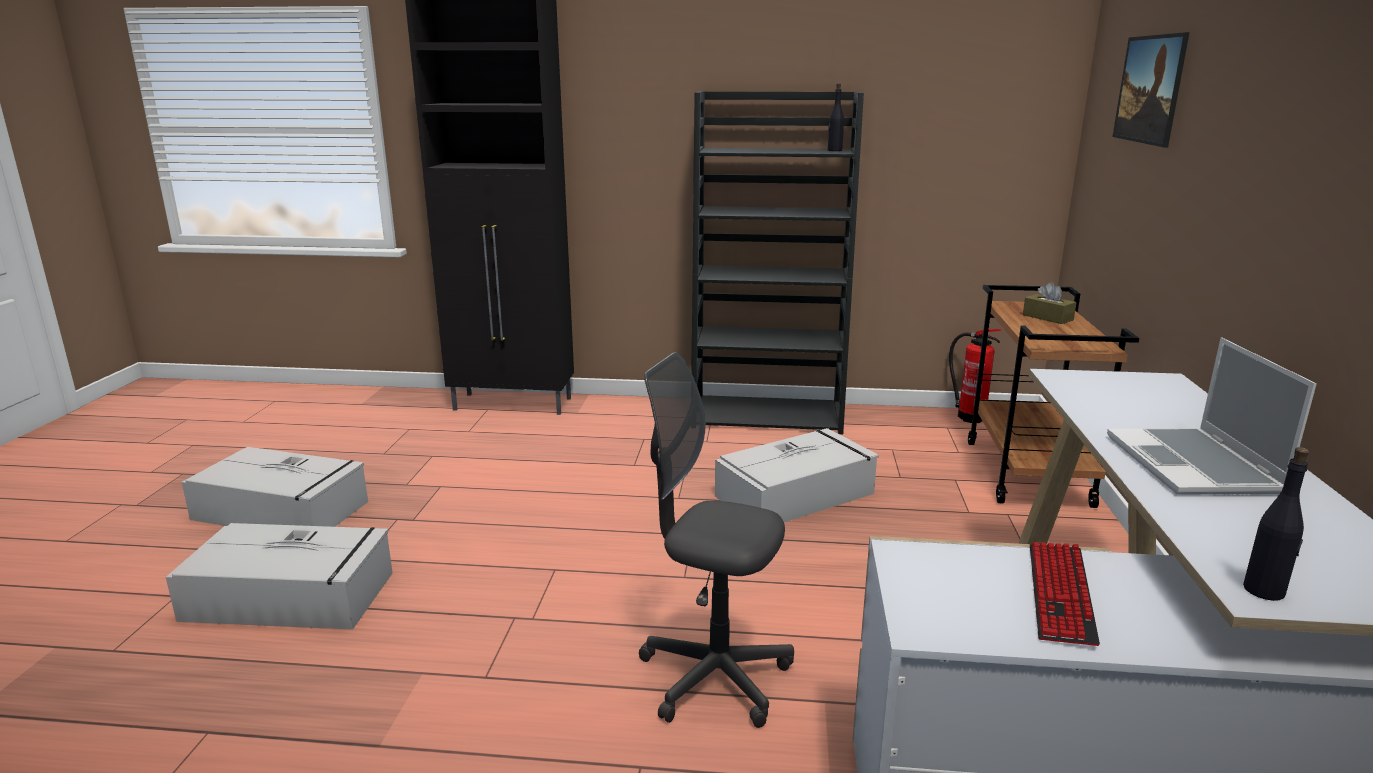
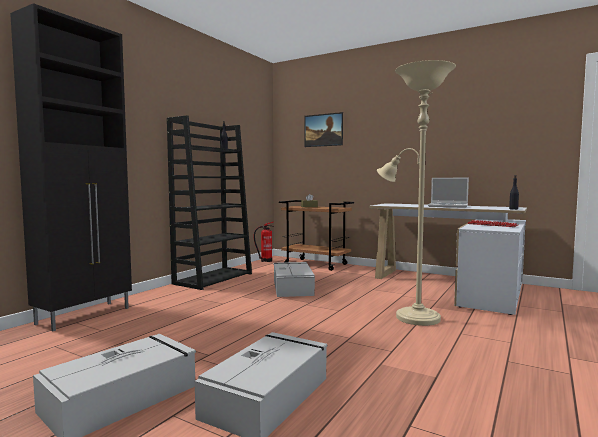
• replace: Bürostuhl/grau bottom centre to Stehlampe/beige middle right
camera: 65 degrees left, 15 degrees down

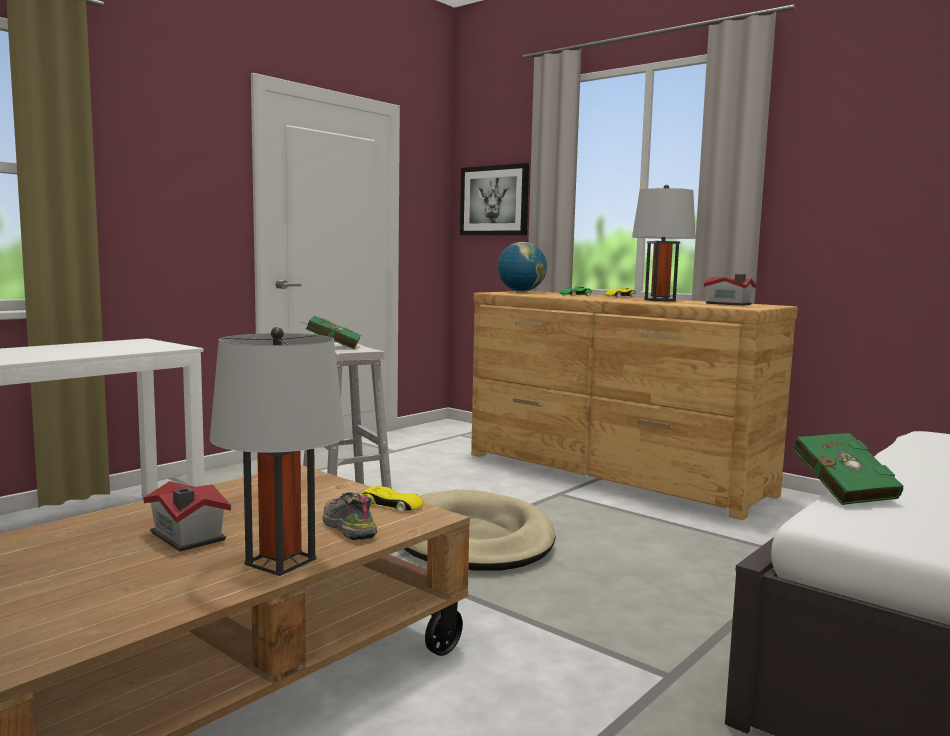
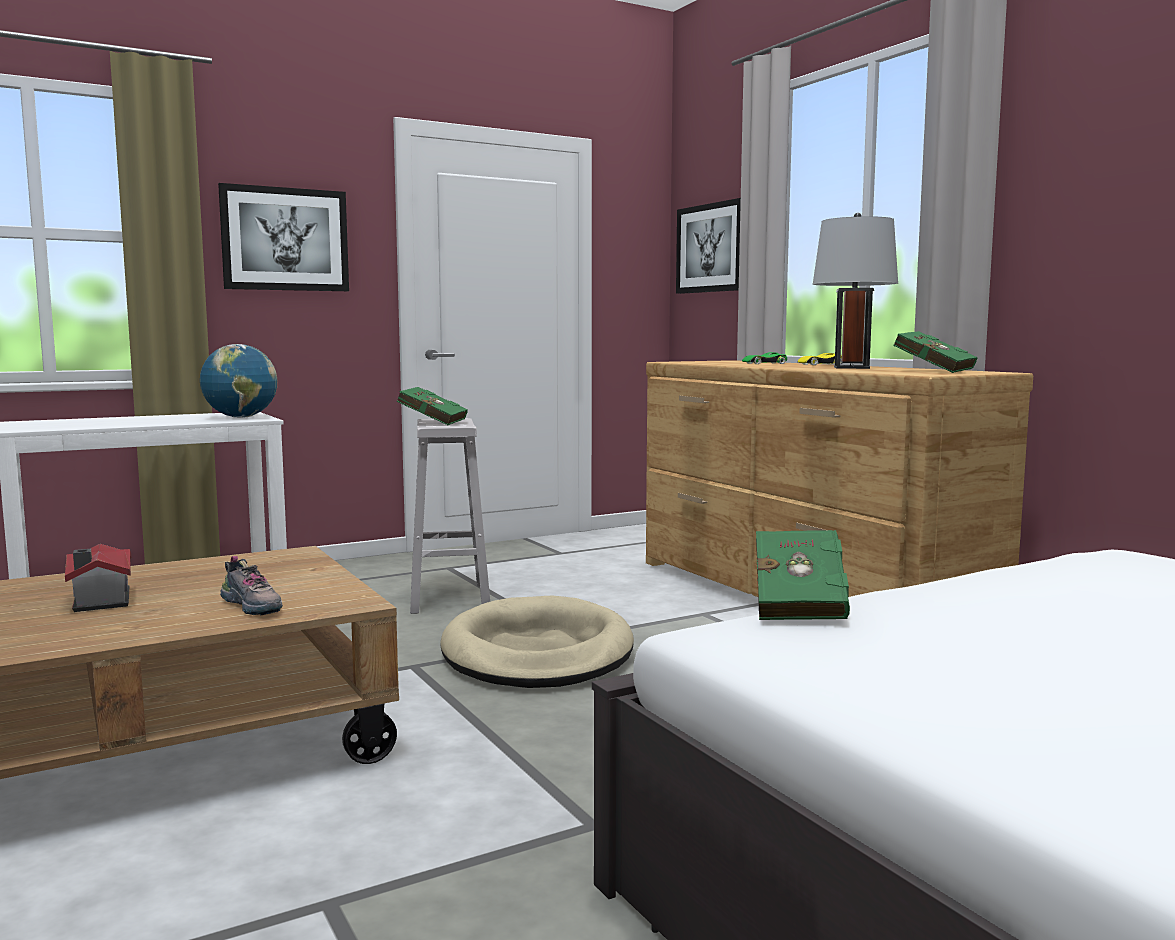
• delete: Tischlampe/grau (1st from left) middle left
• delete: Spielzeugauto/gelb (1st from left) bottom centre
• insert: Bild (1st from left) top left
• move: Globus centre to middle left
• replace: Spielzeughaus (2nd from left) middle right to Buch/grün (3rd from left) middle right
• rotate: Schuh bottom centre = middle left 150 degrees clockwise
camera: 20 degrees right, 0 degrees up

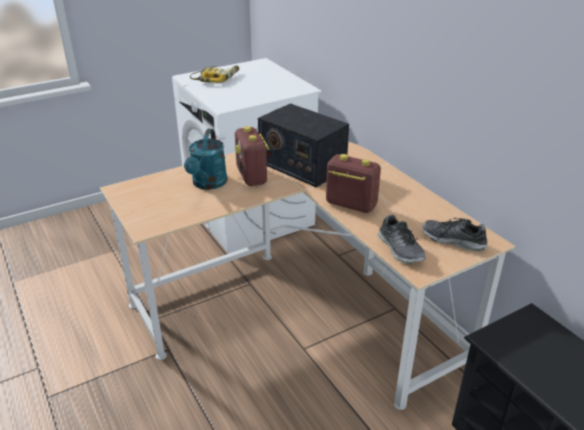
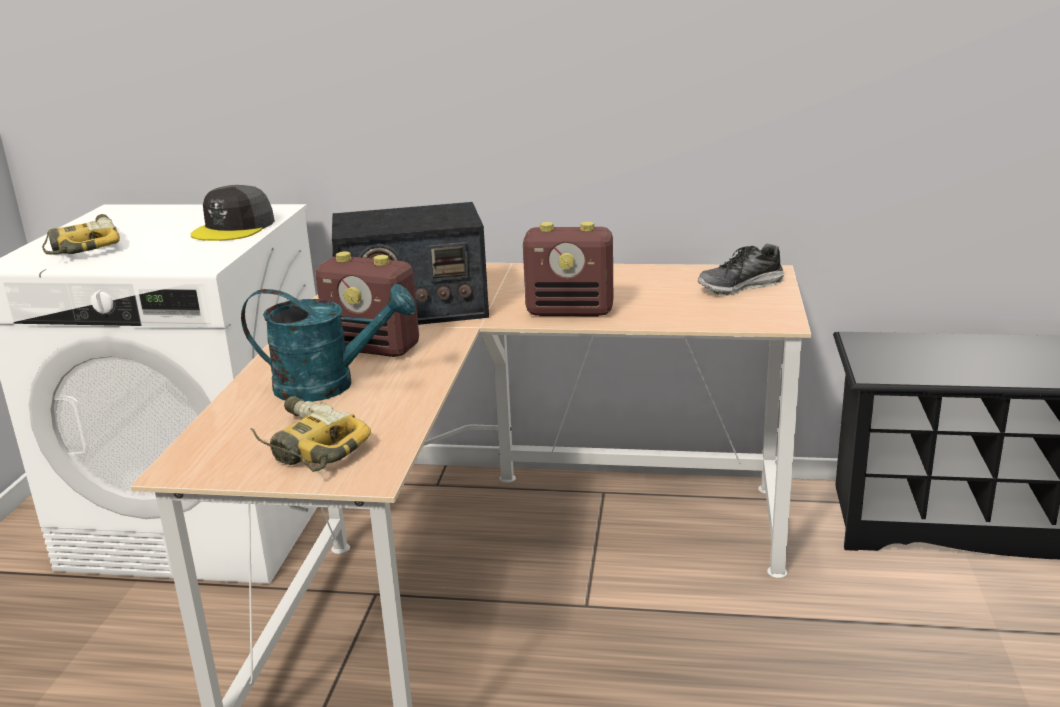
• delete: Schuh (1st from left) middle right
• insert: Kappe/grau top left
• insert: Bohrmaschine (2nd from left) middle left
• rotate: Gießkanne/türkis centre = middle left 45 degrees counterclockwise
• rotate: Radio (3rd from left) centre = centre 150 degrees counterclockwise
camera: 50 degrees left, 10 degrees down

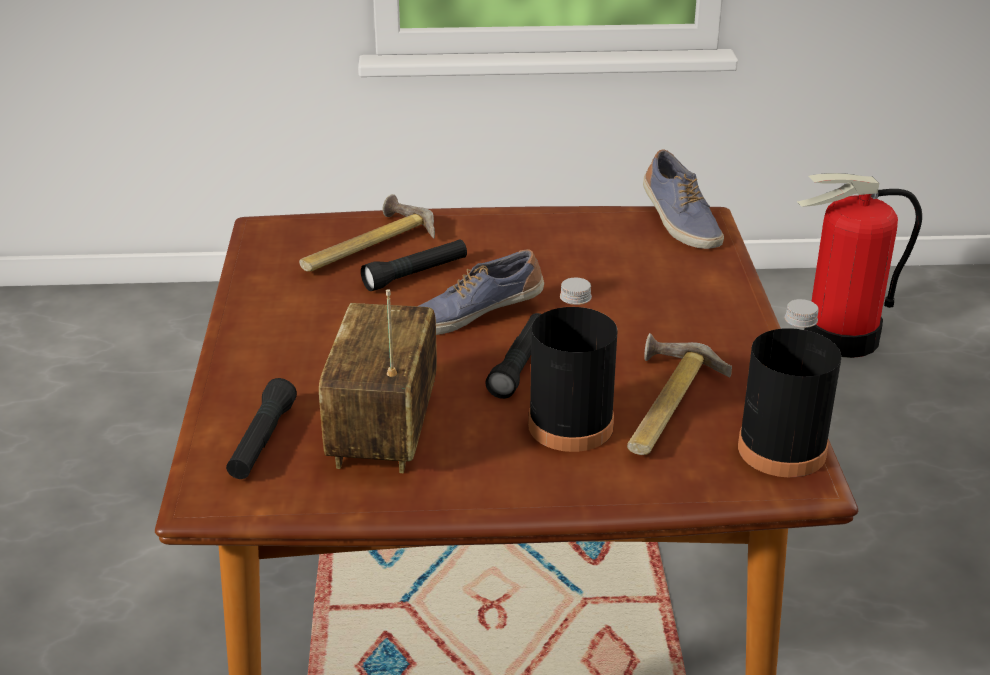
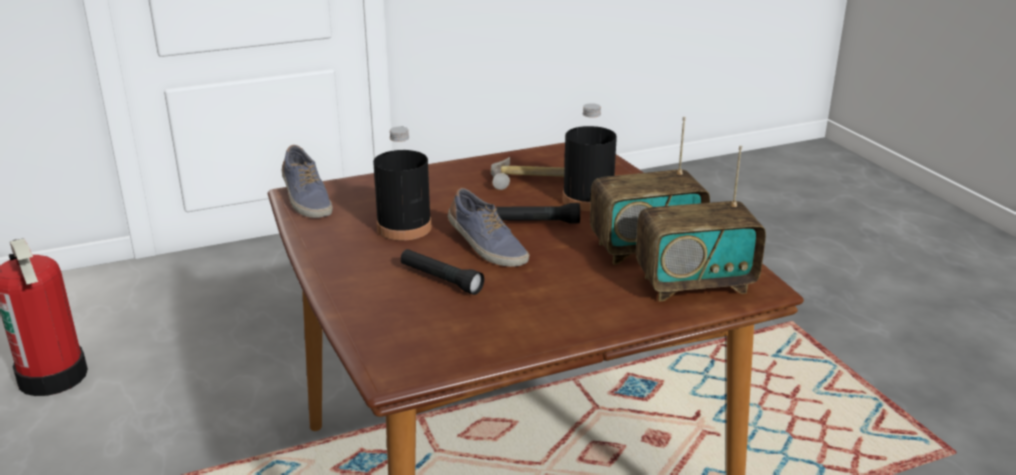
• delete: Hammer (1st from left) centre
• move: Flasche/schwarz (2nd from left in the first image) middle right to Flasche/schwarz (1st from left) centre
• replace: Taschenlampe/schwarz (1st from left) middle left to Radio (2nd from left) middle right
• rotate: Schuh (2nd from left in the first image) top right = middle left 105 degrees clockwise
camera: 110 degrees left, 5 degrees down

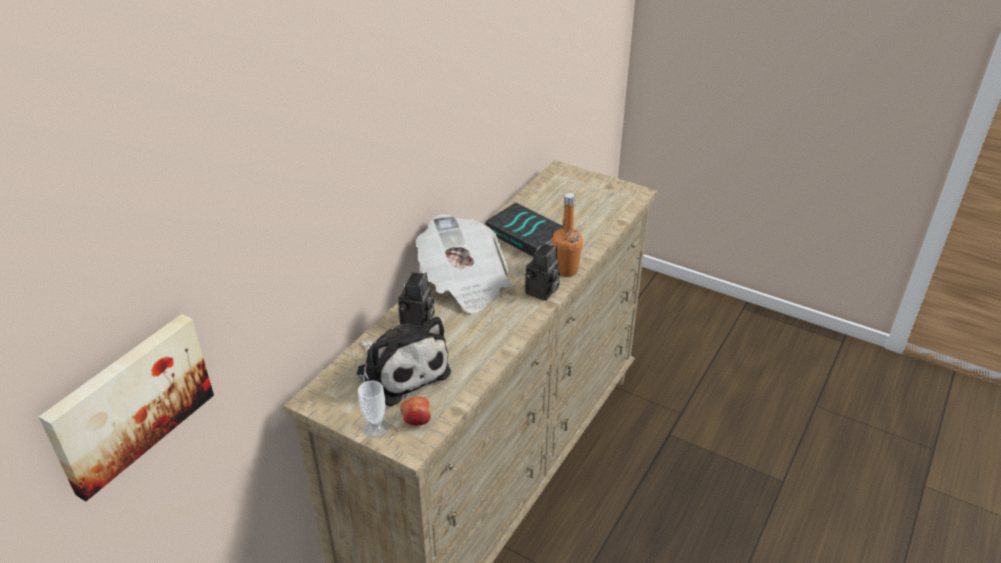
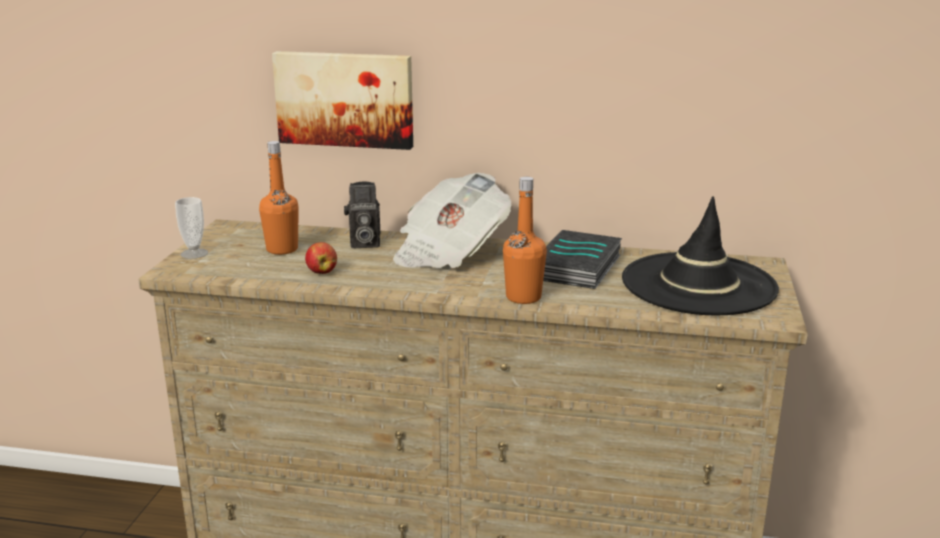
• delete: Kamera (2nd from left) centre
• insert: Hut/schwarz middle right
• move: Bild bottom left to top centre
• move: Apfel bottom centre to centre
• replace: Plüschtier centre to Flasche/orange (1st from left) middle left
camera: 70 degrees right, 15 degrees down

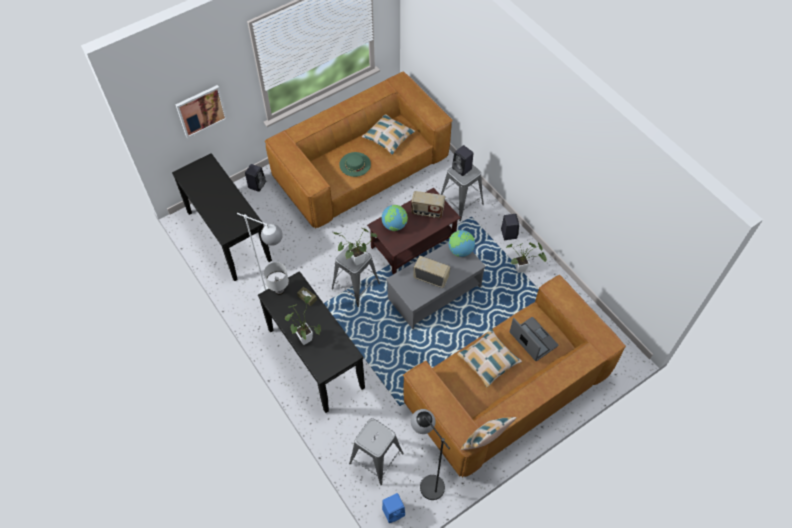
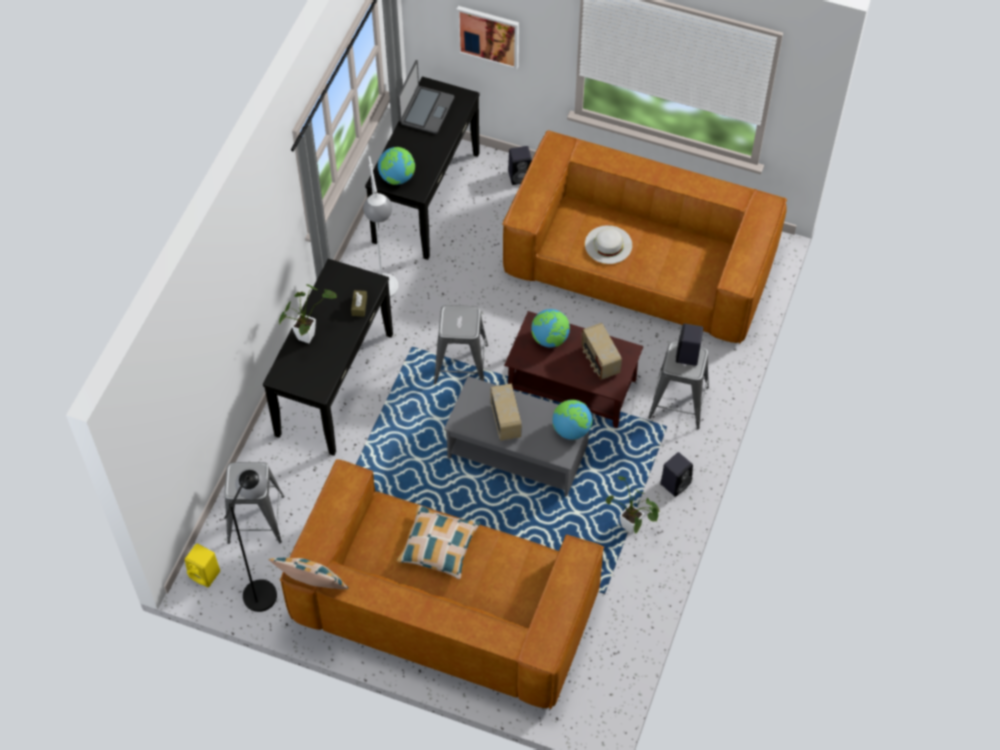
• delete: Tischlampe/weiß centre
• delete: Topfpflanze (2nd from left) centre
• delete: Kissen (1st from left) top centre
• insert: Globus (1st from left) top centre
• move: Laptop middle right to top centre
• recolor: Hut/grün top centre to Hut/weiß top centre
• recolor: Lautsprecher/blau bottom centre to Lautsprecher/gelb bottom left
camera: 55 degrees right, 0 degrees up

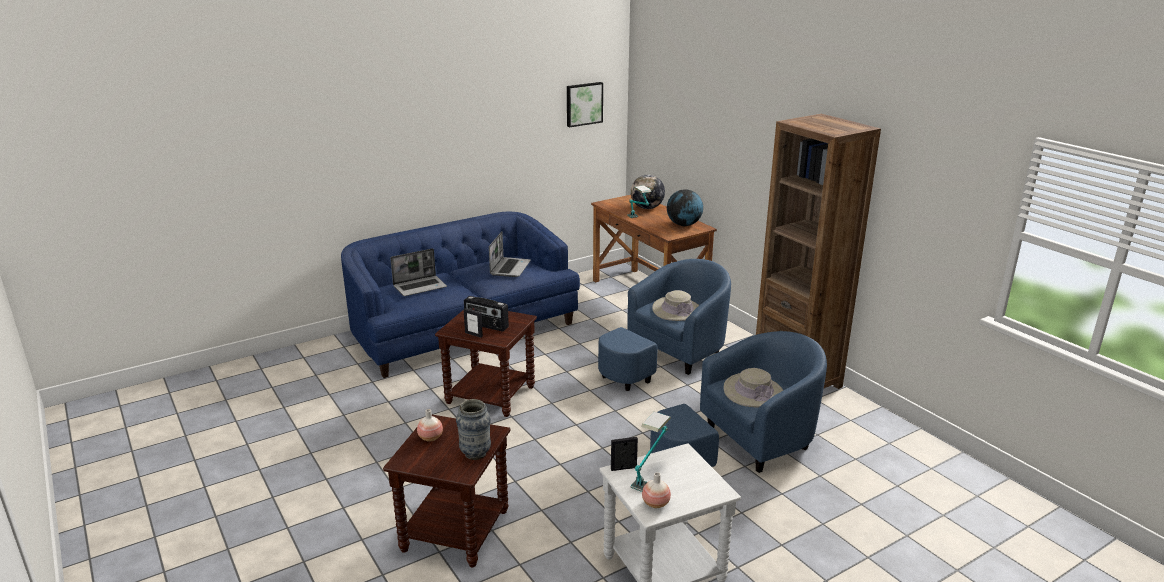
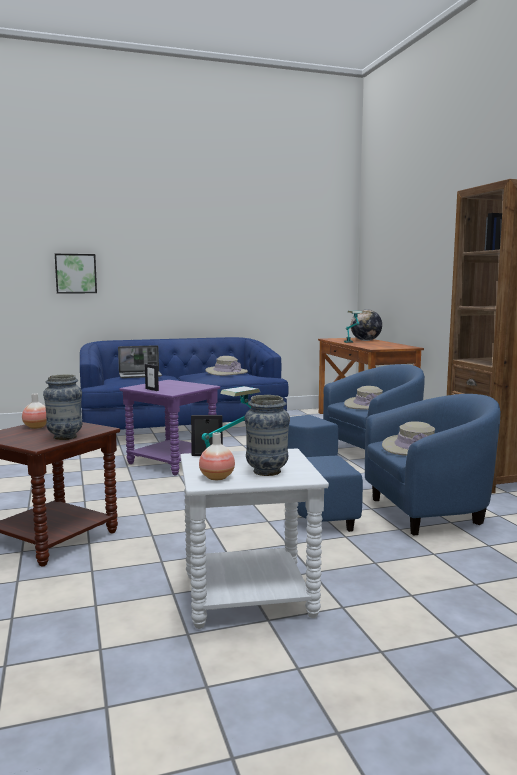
• delete: Radio centre
• delete: Globus (2nd from left) centre
• insert: Vase (4th from left) centre
• move: Bild top centre to middle left
• replace: Laptop (2nd from left) centre to Hut/beige (1st from left) centre
• recolor: Beistelltisch/braun (2nd from left) centre to Beistelltisch/lila middle left
camera: 15 degrees right, 15 degrees down

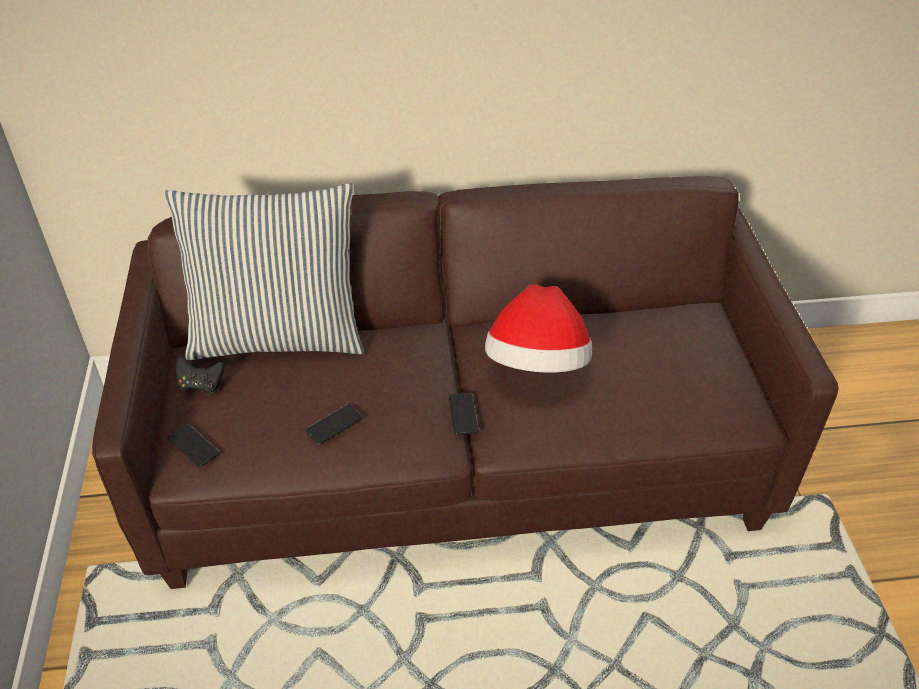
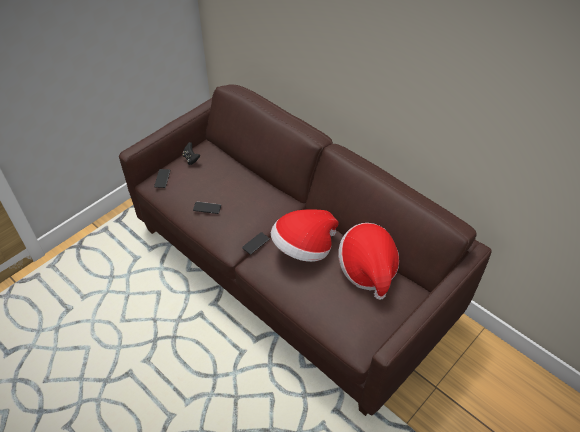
• delete: Kissen middle left
• insert: Hut (2nd from left) centre
camera: 50 degrees right, 5 degrees up

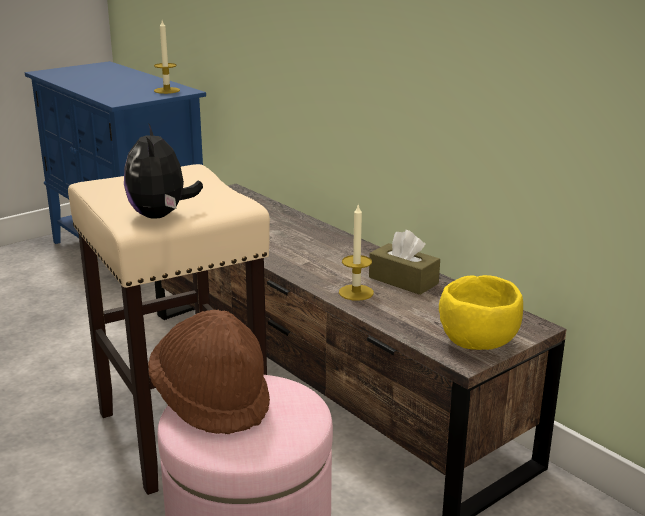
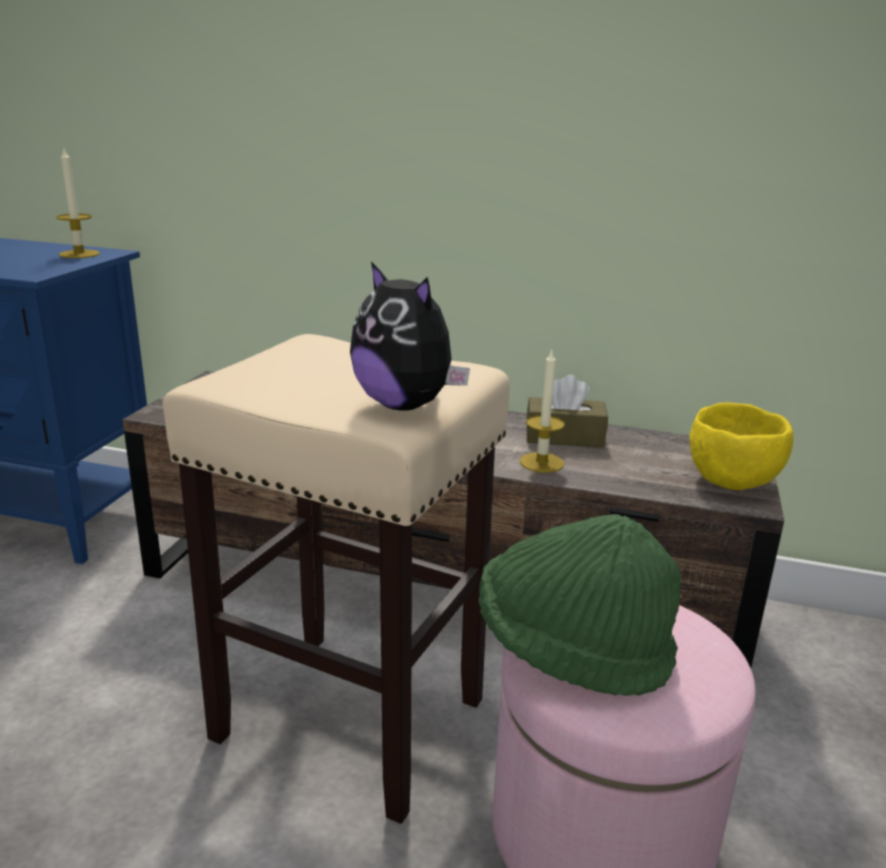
• recolor: Hut/braun bottom left to Hut/grün bottom centre
camera: 35 degrees left, 0 degrees up

